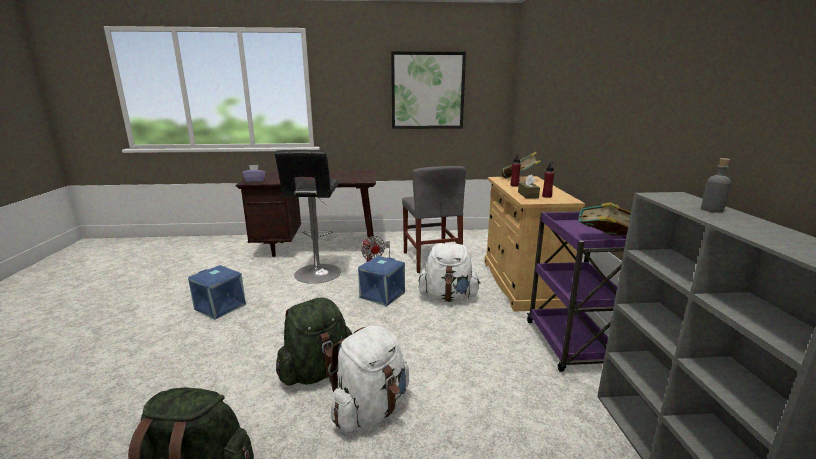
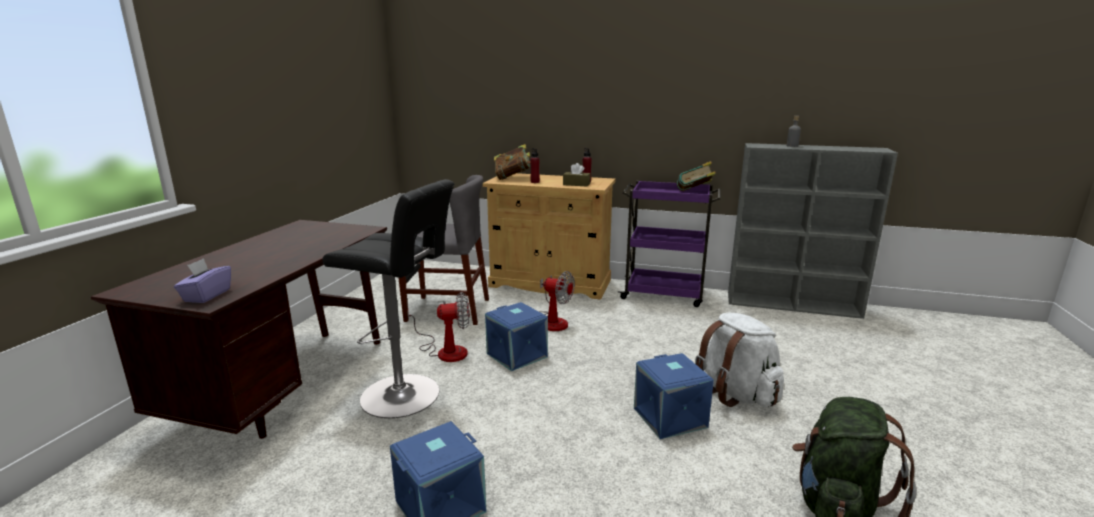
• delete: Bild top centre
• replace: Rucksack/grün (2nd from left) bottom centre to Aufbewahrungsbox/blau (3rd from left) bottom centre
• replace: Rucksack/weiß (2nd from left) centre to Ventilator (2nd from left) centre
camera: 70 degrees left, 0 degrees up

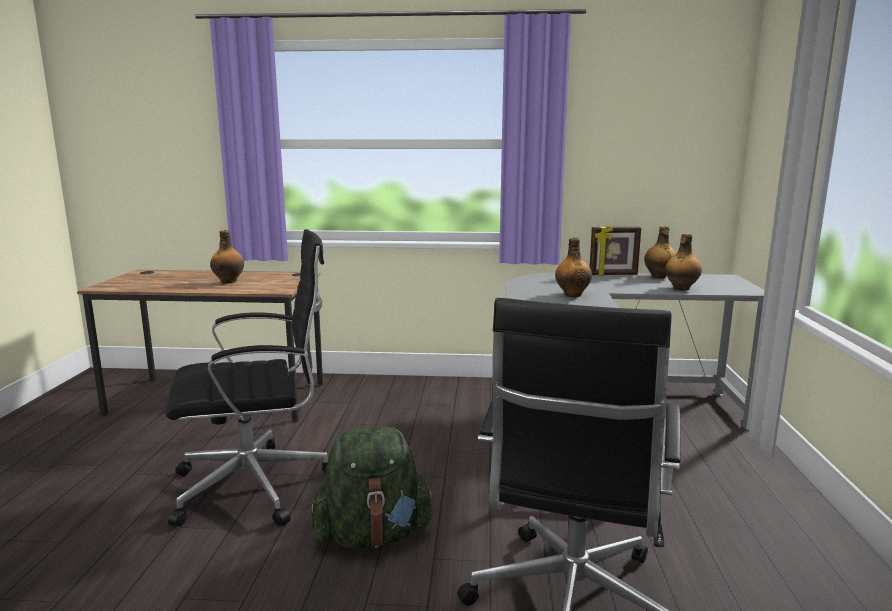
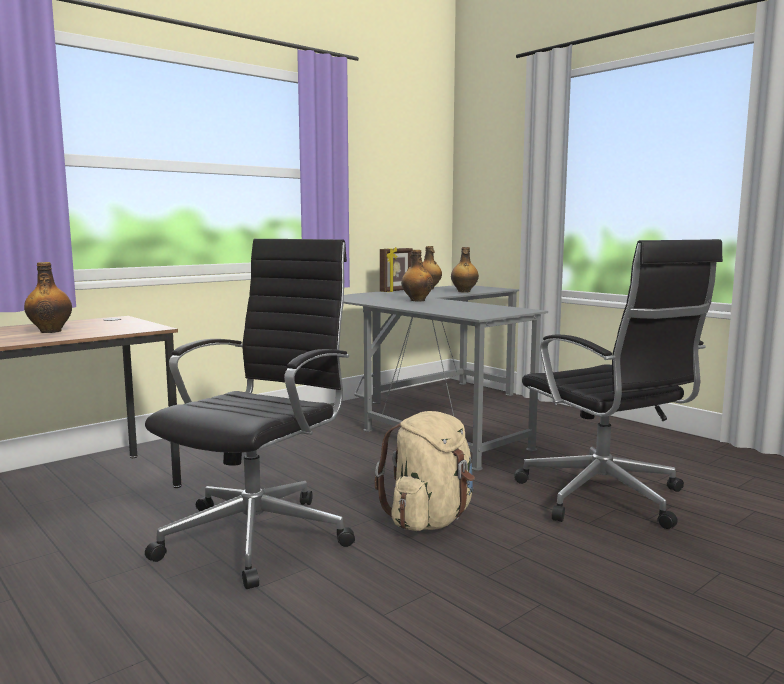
• recolor: Rucksack/grün bottom centre to Rucksack/beige bottom centre
camera: 45 degrees left, 5 degrees down

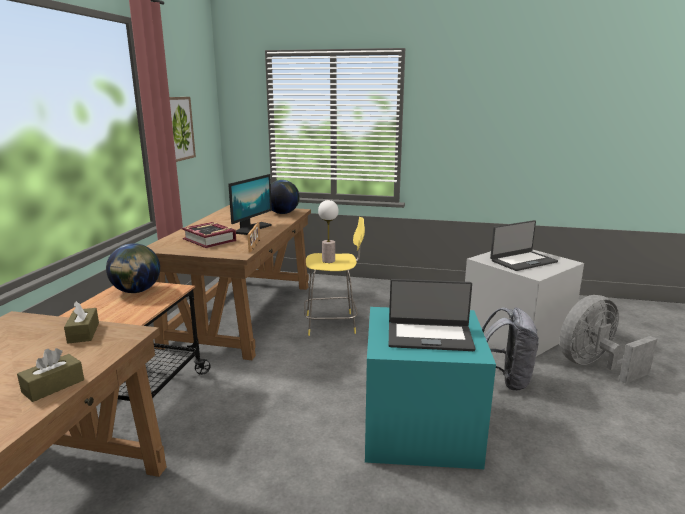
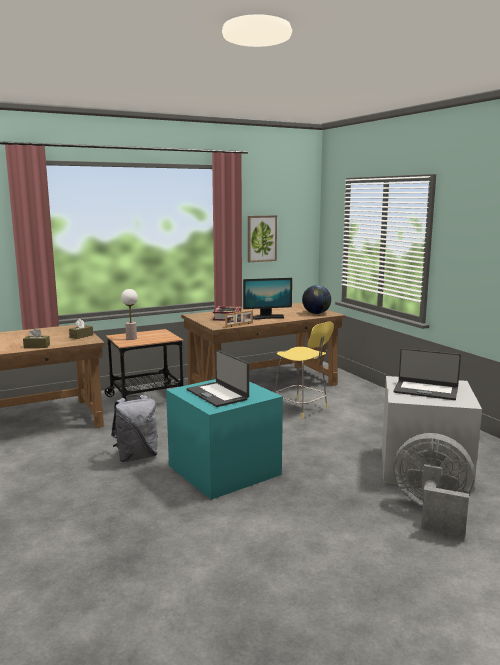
• delete: Globus (1st from left) middle left
• move: Tischlampe centre to middle left
• move: Rucksack/grau bottom right to middle left
camera: 50 degrees right, 5 degrees down

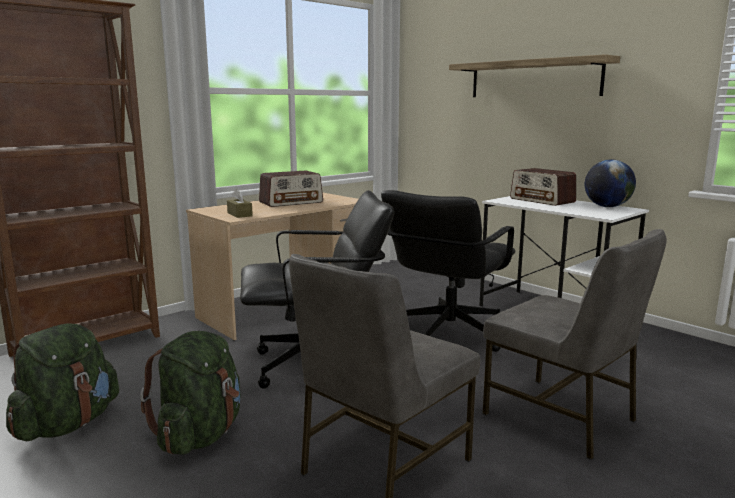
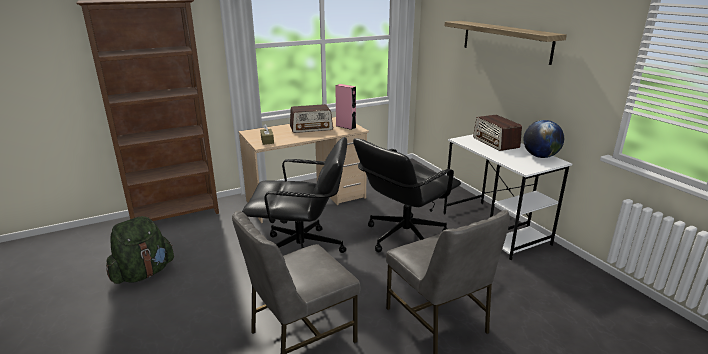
• delete: Rucksack/grün (2nd from left) bottom left
• insert: Lautsprecher/rosa top centre
camera: 15 degrees right, 10 degrees up

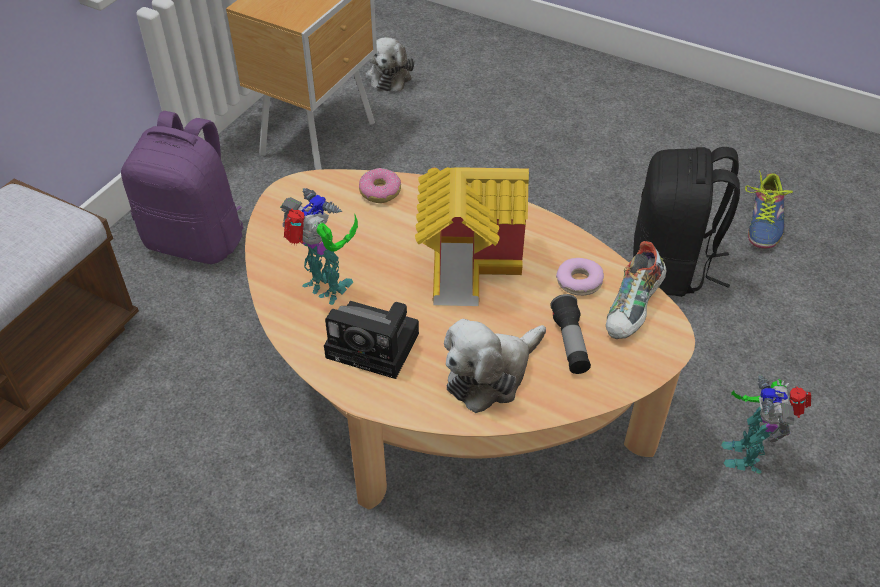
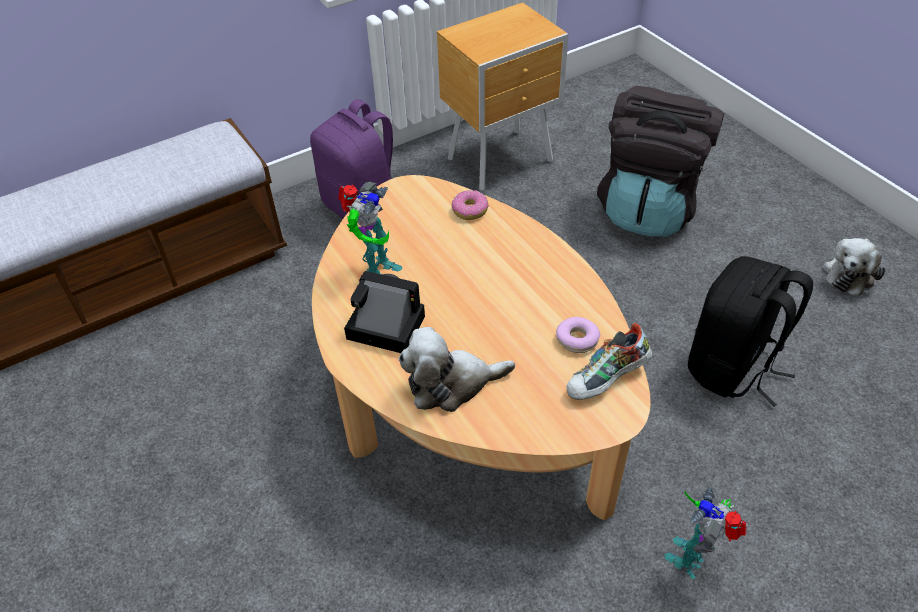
• delete: Spielzeughaus centre
• delete: Taschenlampe centre
• delete: Schuh (2nd from left) middle right
• insert: Rucksack/schwarz (1st from left) top right
• move: Plüschtier (1st from left in the first image) top centre to Plüschtier (2nd from left) middle right
• rotate: Spielzeugroboter (1st from left) centre = centre 45 degrees clockwise
• rotate: Kamera centre = centre 150 degrees clockwise
camera: 30 degrees right, 0 degrees up

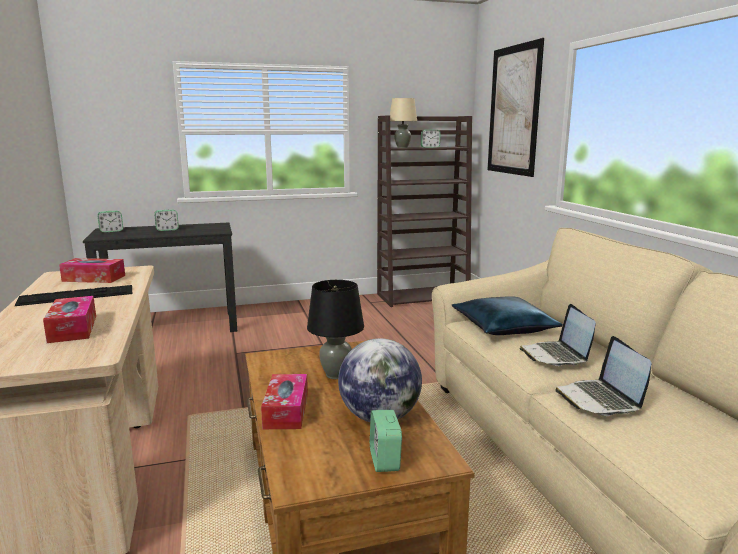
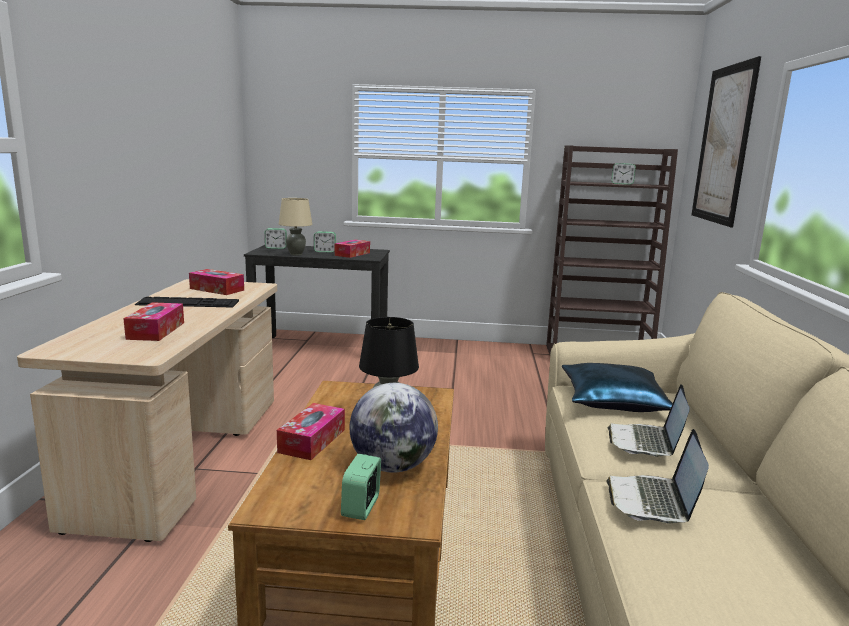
• insert: Taschentuchbox (4th from left) centre
• move: Tischlampe/beige top centre to centre
camera: 20 degrees right, 0 degrees up

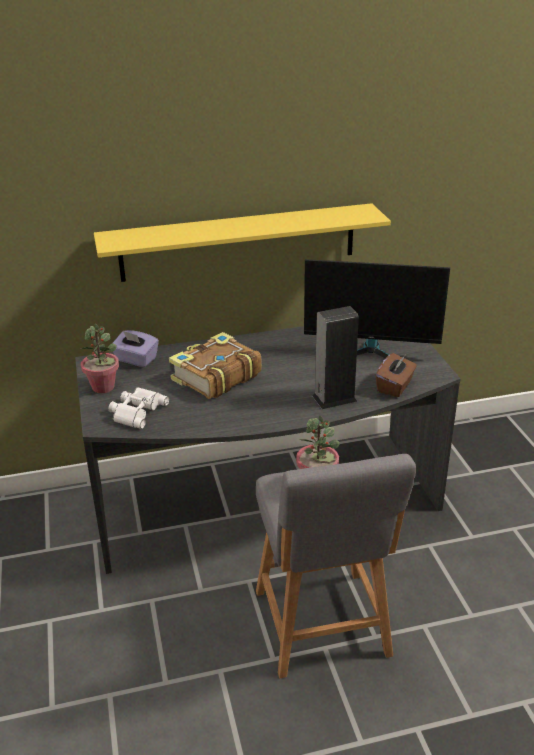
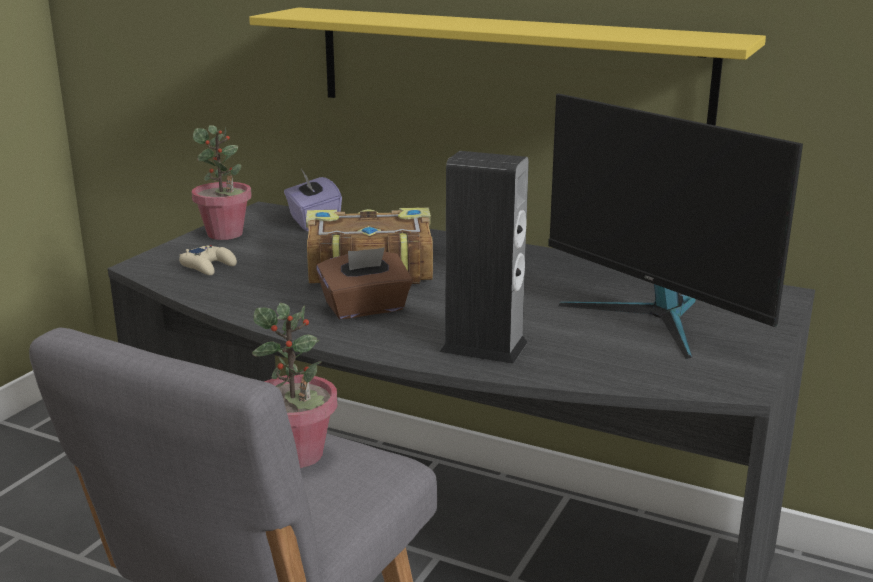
• move: Taschentuchbox/braun middle right to centre
• replace: Fernglas/weiß middle left to Gamepad/beige middle left
camera: 40 degrees right, 10 degrees down

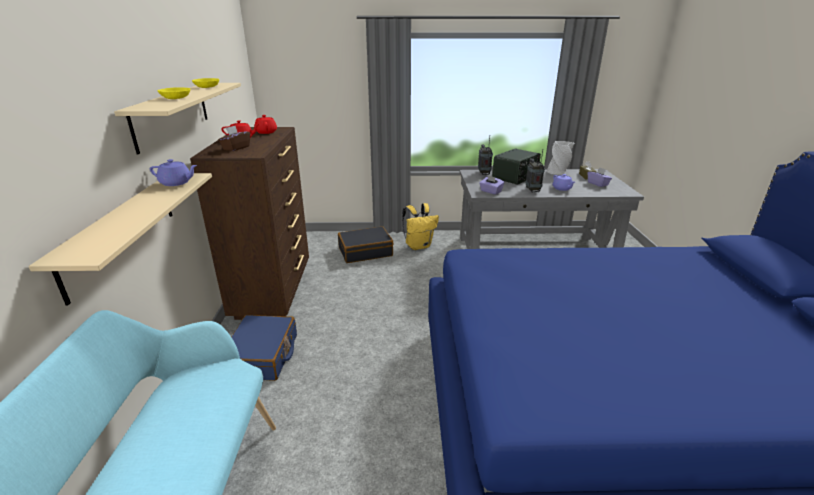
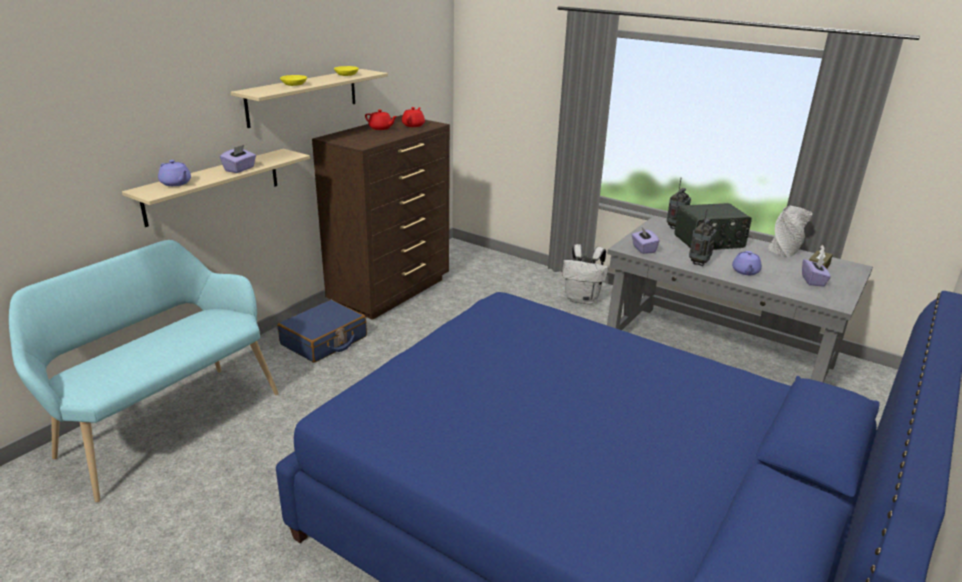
• delete: Taschentuchbox/braun (1st from left) top left
• delete: Koffer/schwarz centre
• insert: Taschentuchbox/lila (1st from left) top left
• move: Teekanne/lila (1st from left) middle left to top left
• recolor: Rucksack/gelb centre to Rucksack/weiß centre
camera: 35 degrees right, 0 degrees up

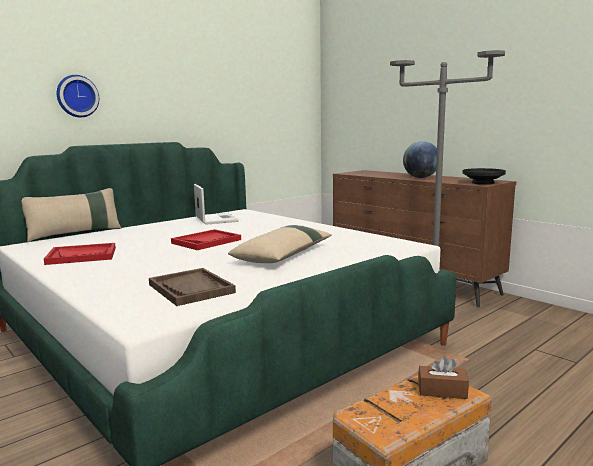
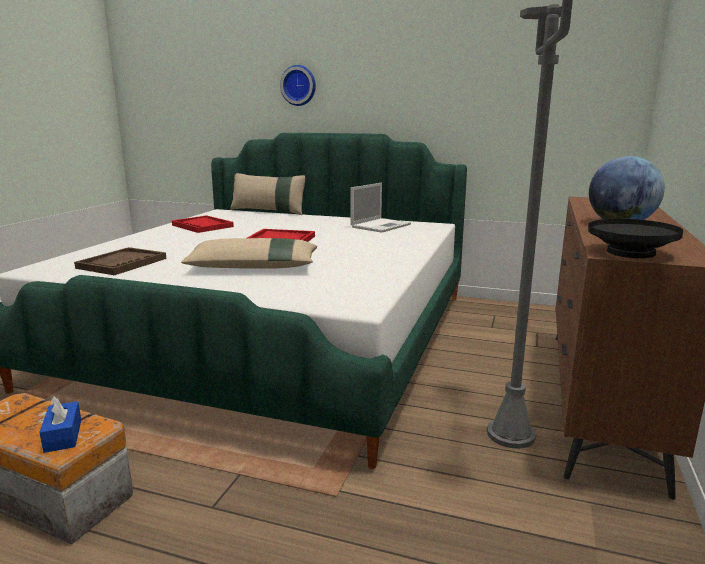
• recolor: Taschentuchbox/braun bottom right to Taschentuchbox/blau bottom left
camera: 60 degrees right, 5 degrees up

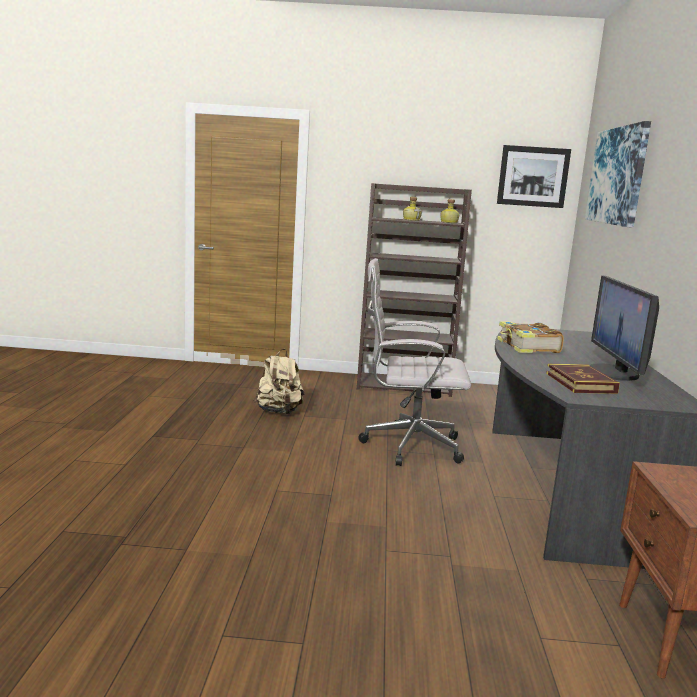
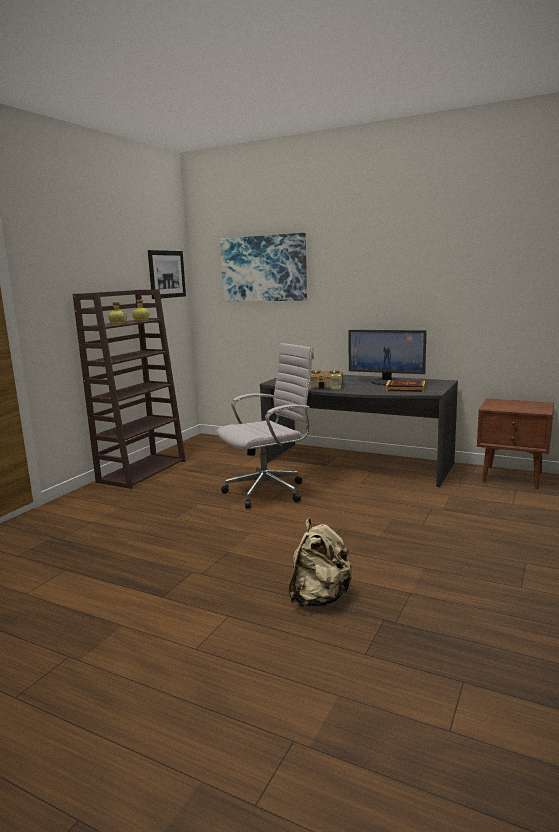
• move: Rucksack/beige centre to bottom centre
• rotate: Bürostuhl/weiß centre = centre 150 degrees counterclockwise
camera: 65 degrees left, 0 degrees up

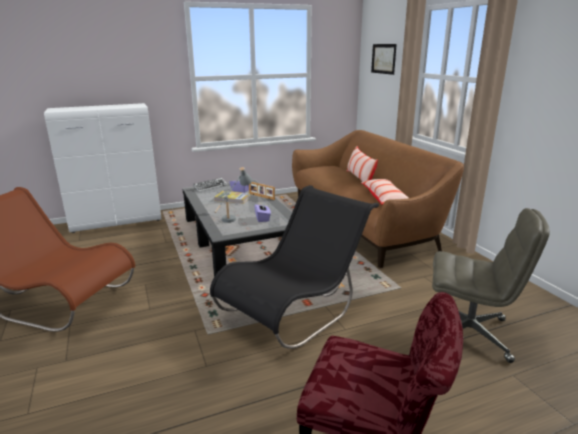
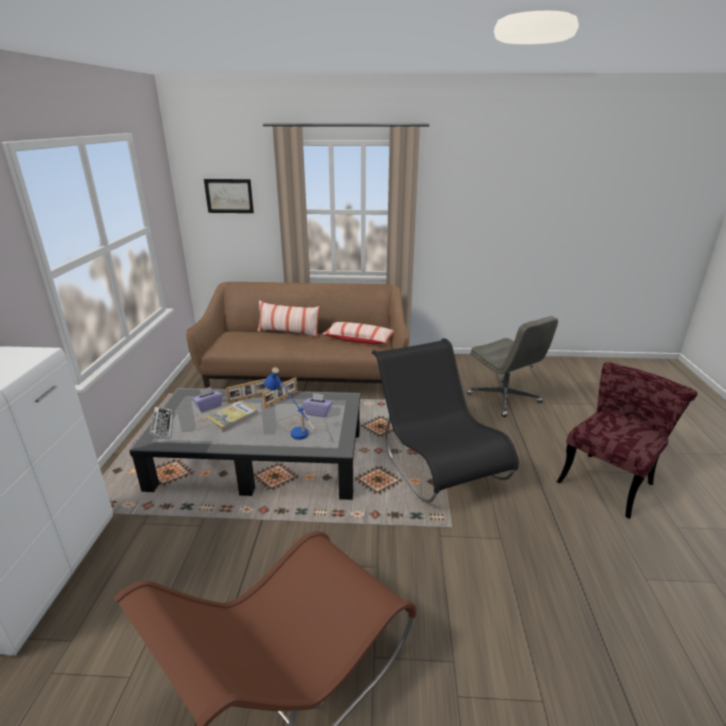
• insert: Bilderrahmen (2nd from left) centre
• recolor: Tischlampe/grau centre to Tischlampe/blau centre
• rotate: Bürostuhl/grau middle right = middle right 105 degrees clockwise
camera: 65 degrees left, 5 degrees up

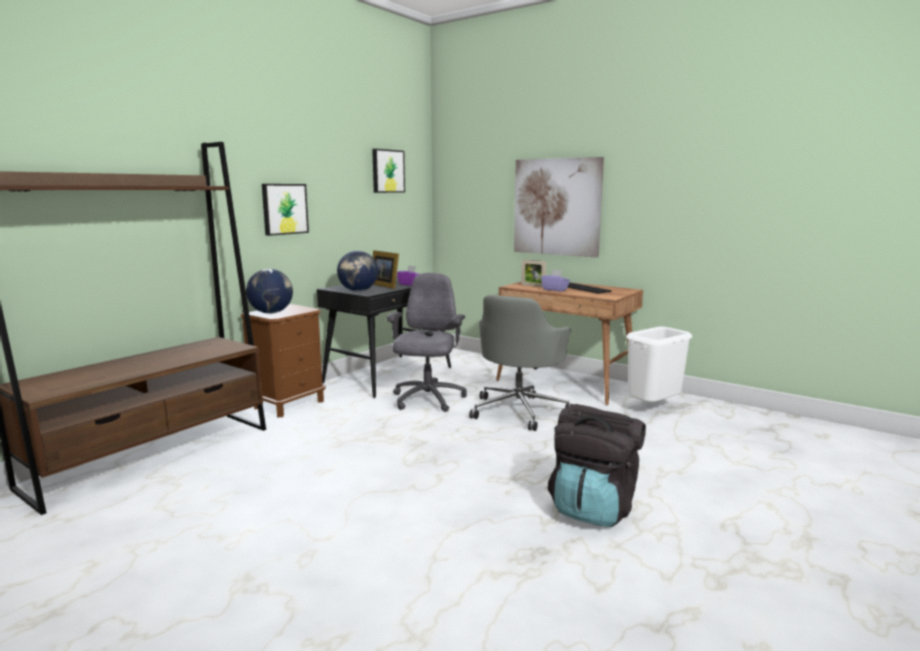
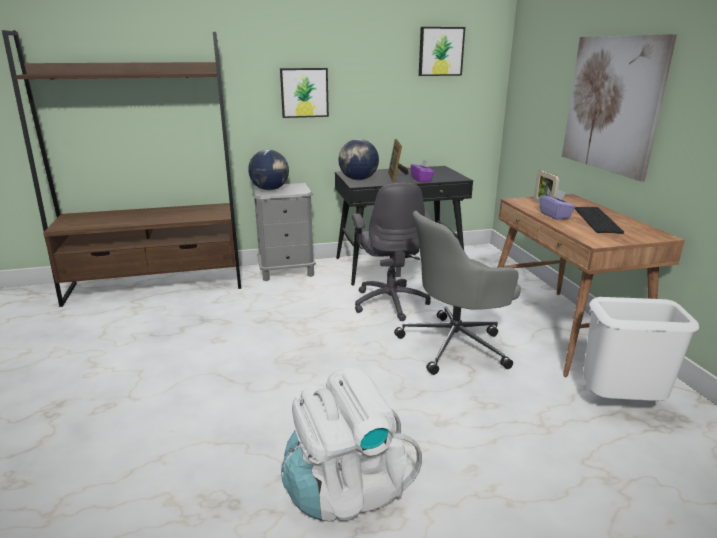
• recolor: Nachttisch/braun middle left to Nachttisch/grau centre
• recolor: Rucksack/schwarz bottom centre to Rucksack/weiß bottom centre
• rotate: Bürostuhl/grau (1st from left) centre = centre 120 degrees clockwise
camera: 40 degrees right, 10 degrees up

